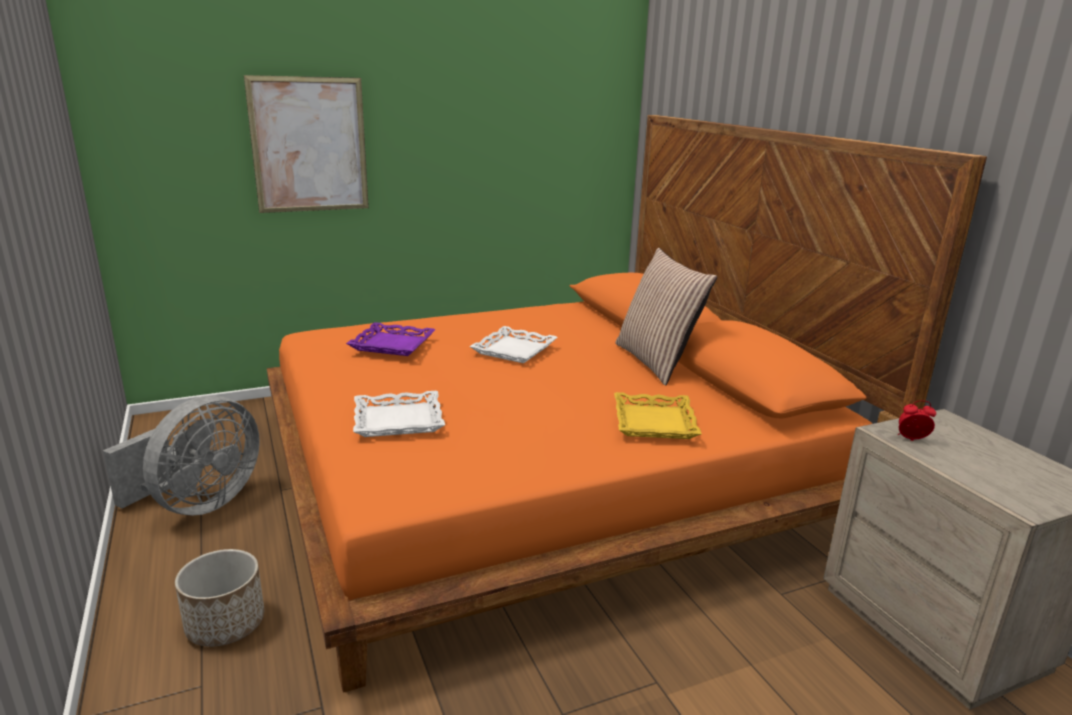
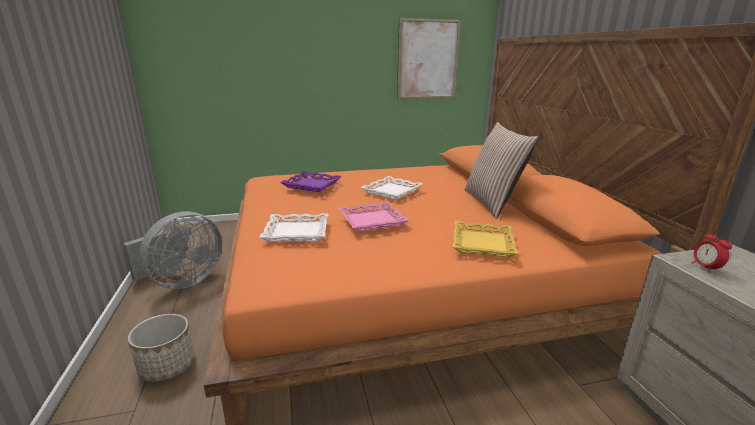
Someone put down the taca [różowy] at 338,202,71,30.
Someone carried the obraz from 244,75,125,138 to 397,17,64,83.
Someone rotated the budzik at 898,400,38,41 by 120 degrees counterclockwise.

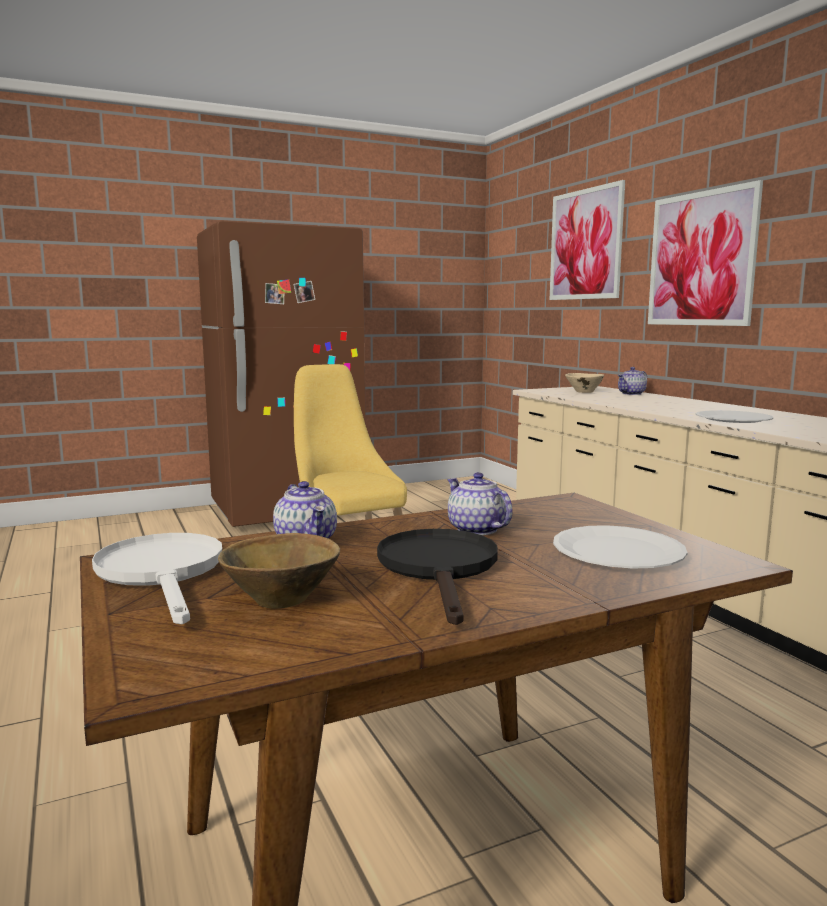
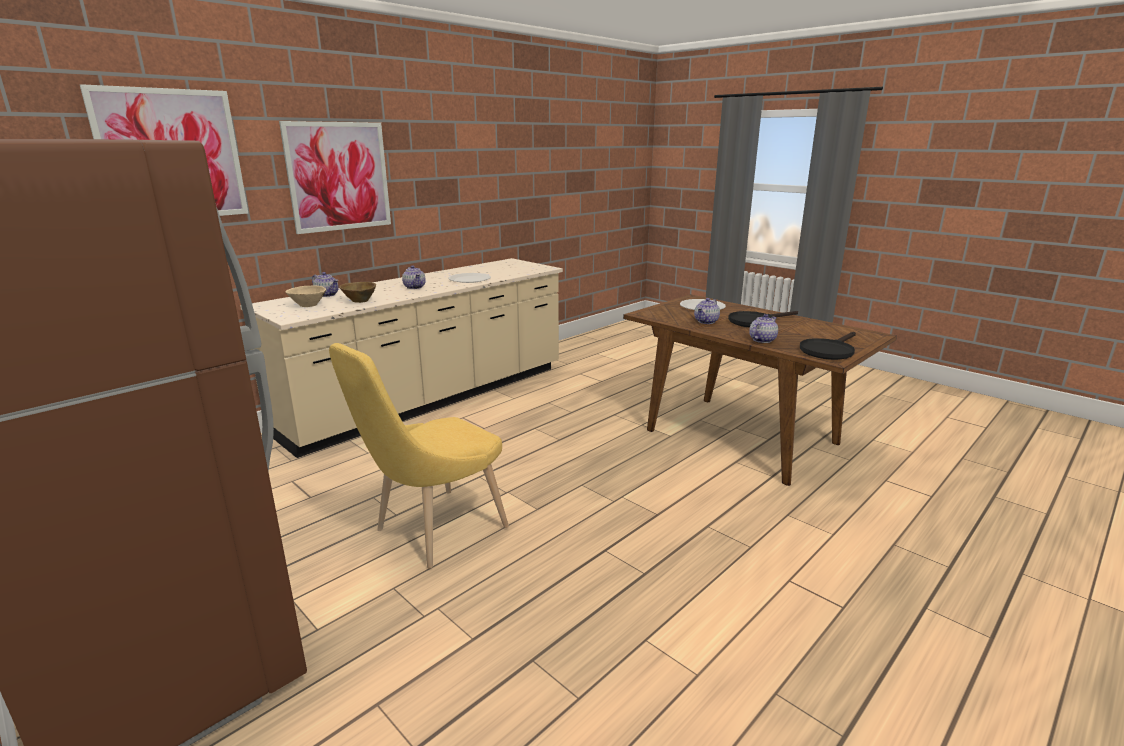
Someone put down the imbryk at 402,265,24,24.
Someone carried the miska [brązowy] from 218,533,122,76 to 339,282,37,21.
Someone repainted the patelnia [biały] at 92,533,130,91, which became the patelnia [czarny] at 800,332,56,28.

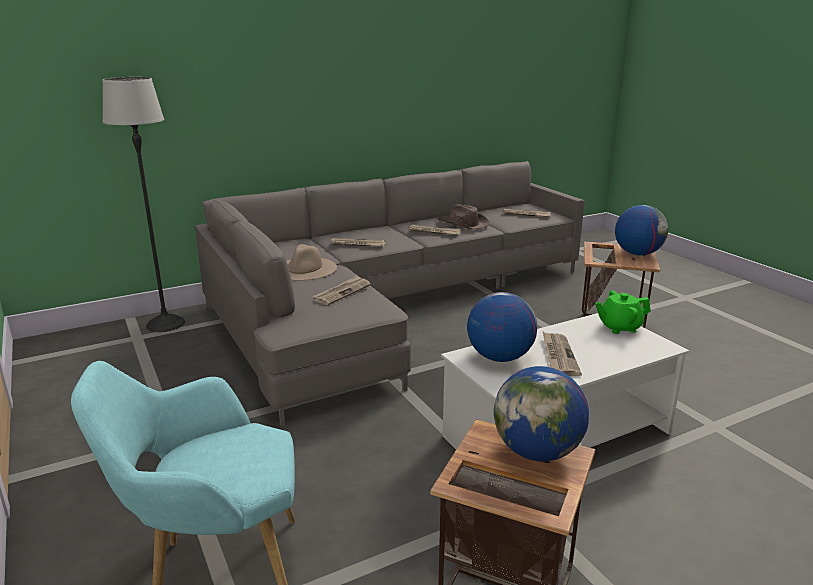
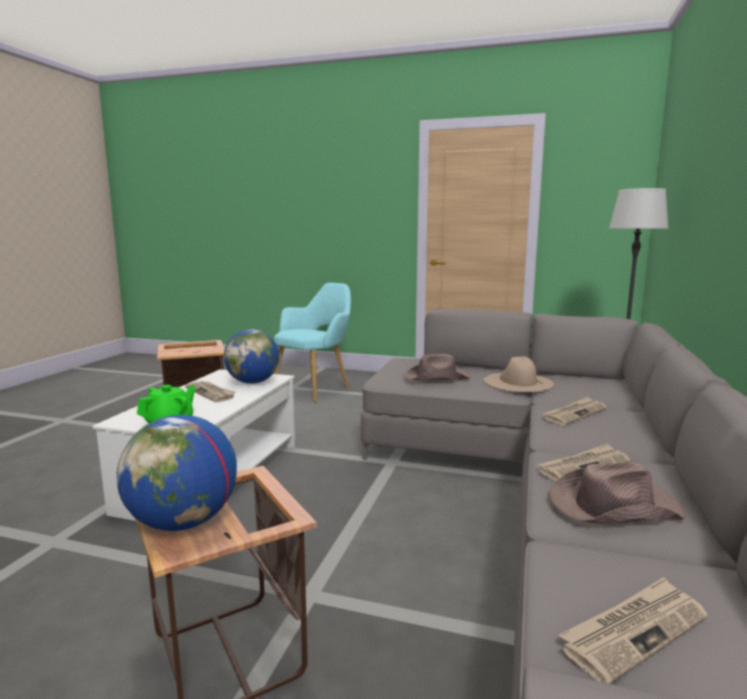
Someone took away the globus at 494,366,95,95.
Someone swapped the gazeta at 313,275,58,30 for the kapelusz [brązowy] at 403,354,68,26.

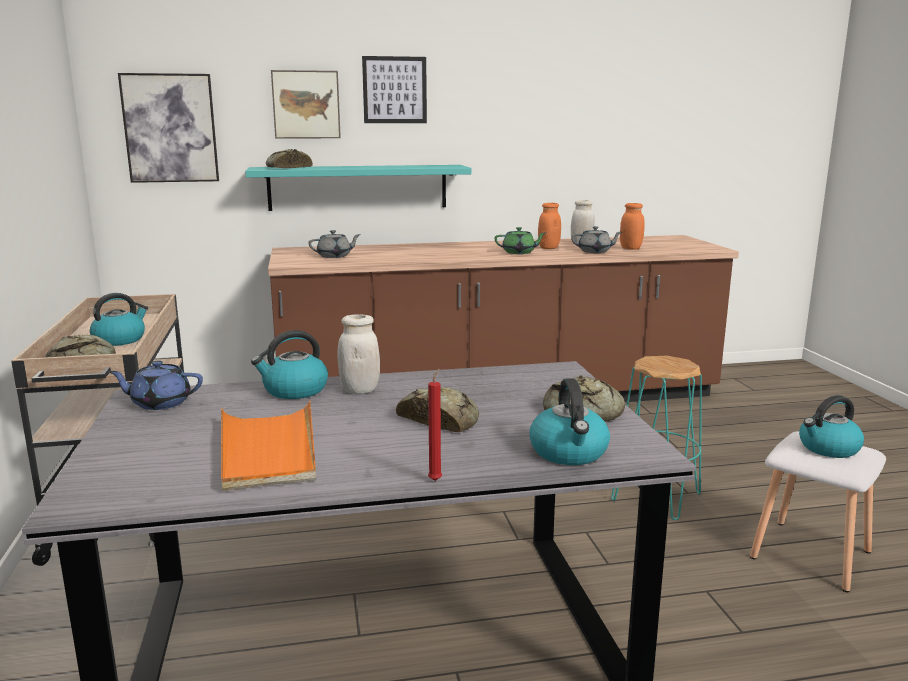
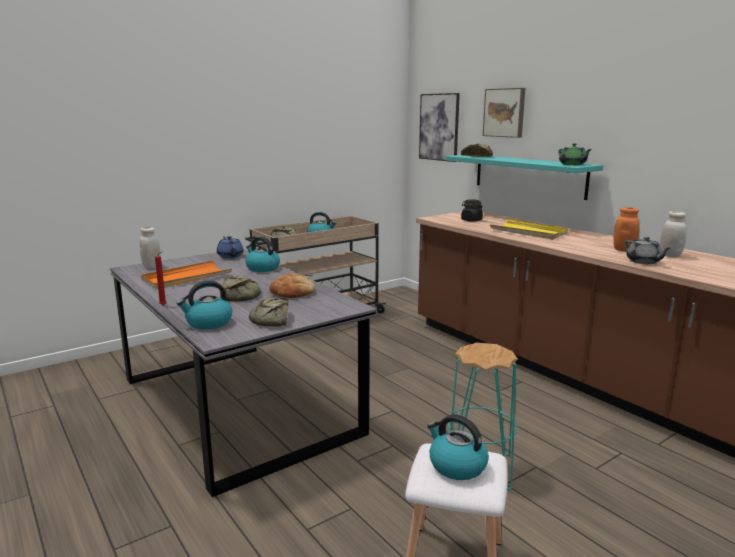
Someone took away the obraz at 362,56,65,67.
Someone took away the słoik [pomarańczowy] at 620,203,25,47.
Someone put down the chleb at 269,273,46,25.
Someone put down the taca [żółty] at 490,219,78,21.
Someone carried the słoik [biały] from 338,314,42,80 to 140,227,21,41.
Someone carried the imbryk [zielony] from 495,227,50,27 to 558,143,34,22.
Someone swapped the imbryk [szary] at 308,230,53,28 for the słoik [czarny] at 461,199,22,23.

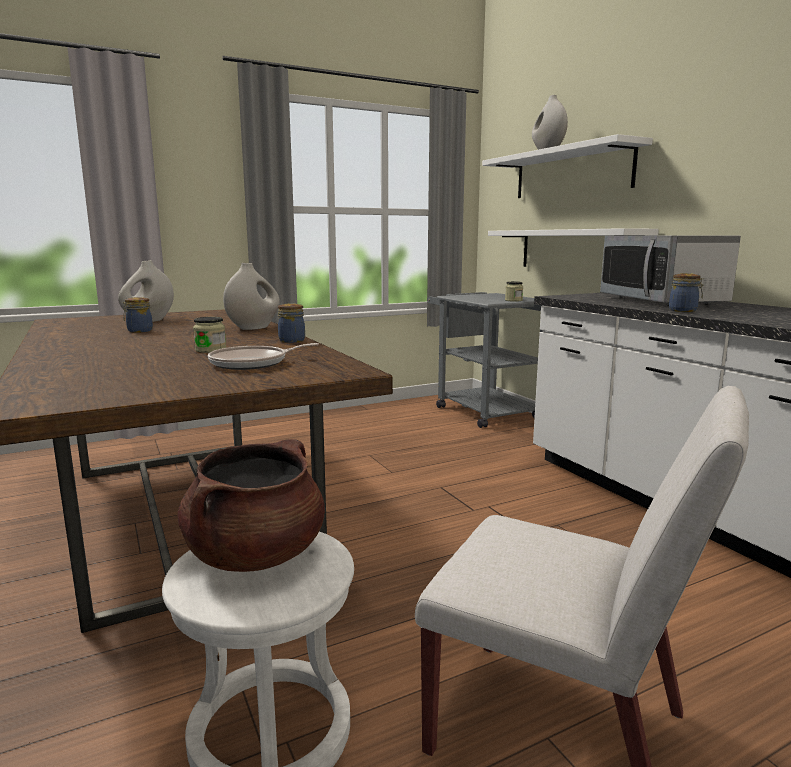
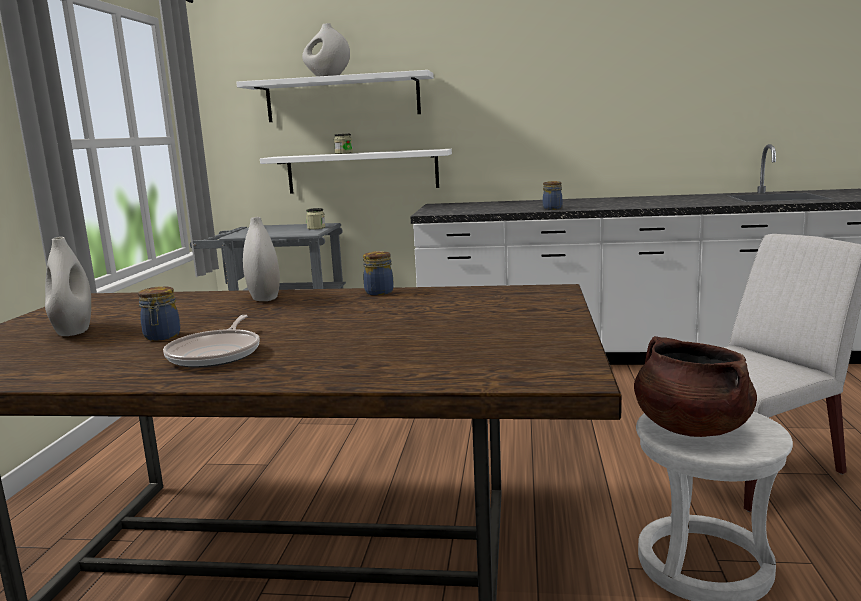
Someone took away the mikrofalówka at 600,235,141,71.
Someone carried the słoik from 193,317,33,36 to 334,134,19,20.
Someone carried the patelnia from 208,343,111,27 to 163,315,97,53.

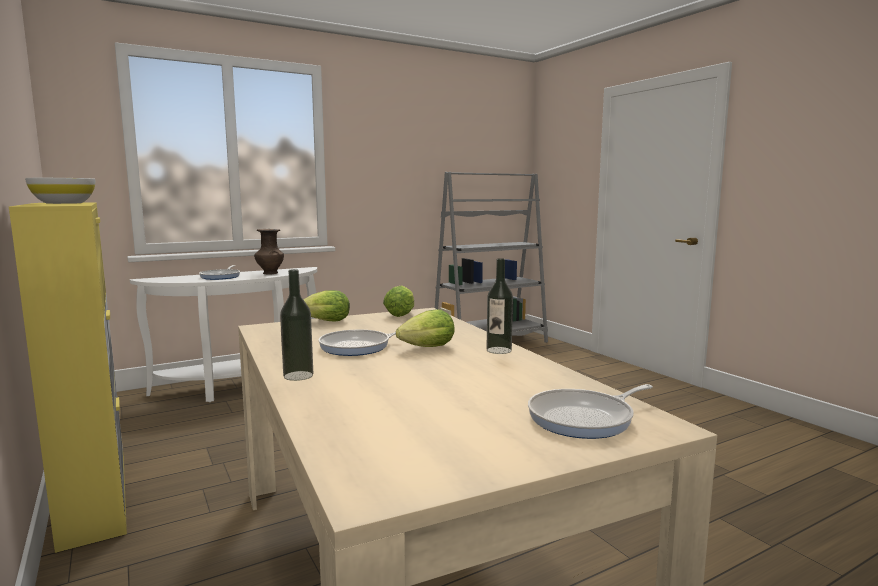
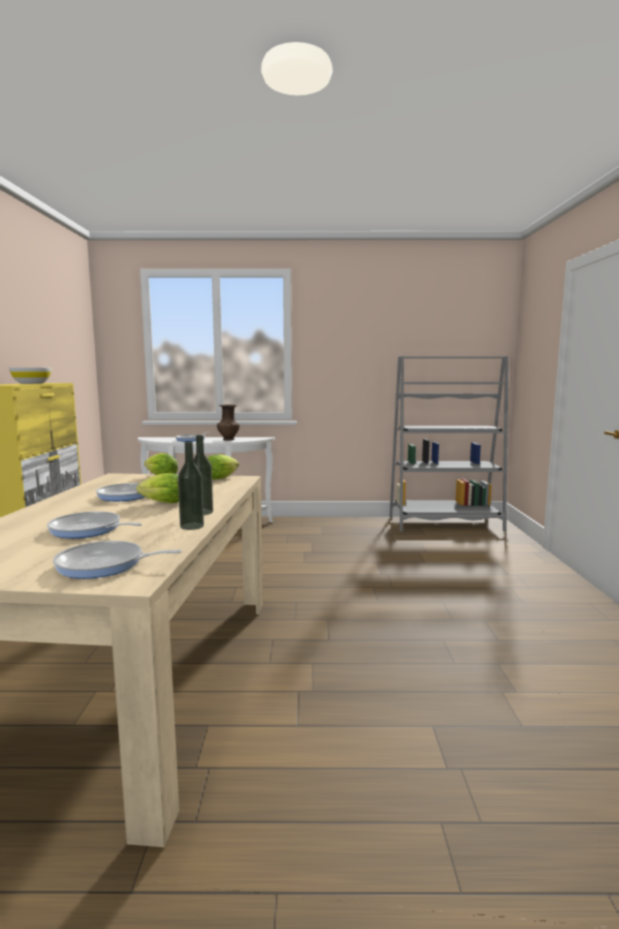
Someone put down the patelnia at 47,511,95,27.
Someone carried the butelka from 280,269,33,112 to 178,441,26,89.

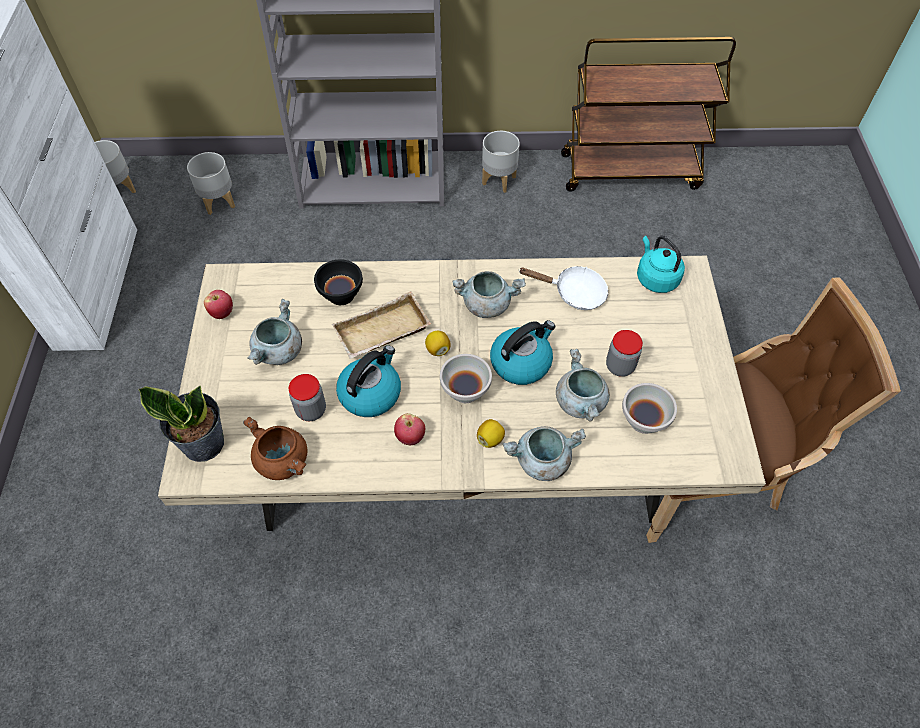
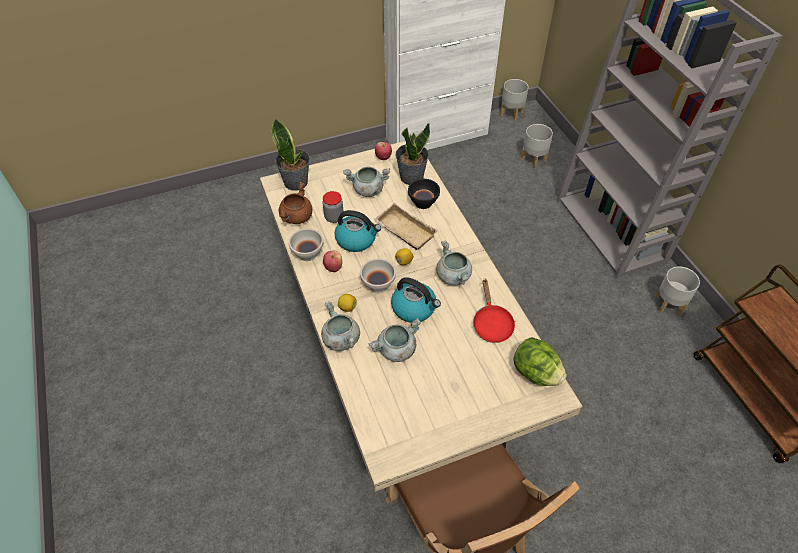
Someone took away the słoik at 606,330,37,47.
Someone put down the roślina doniczkowa at 395,123,35,62.
Someone carried the miska [biały] from 622,383,55,51 to 289,228,34,33.
Someone swapped the czajnik [turkusowy] at 637,236,48,57 for the sałata at 513,337,54,49.
Someone repainted the patelnia [biały] at 518,266,90,44, which became the patelnia [czerwony] at 473,278,42,65.

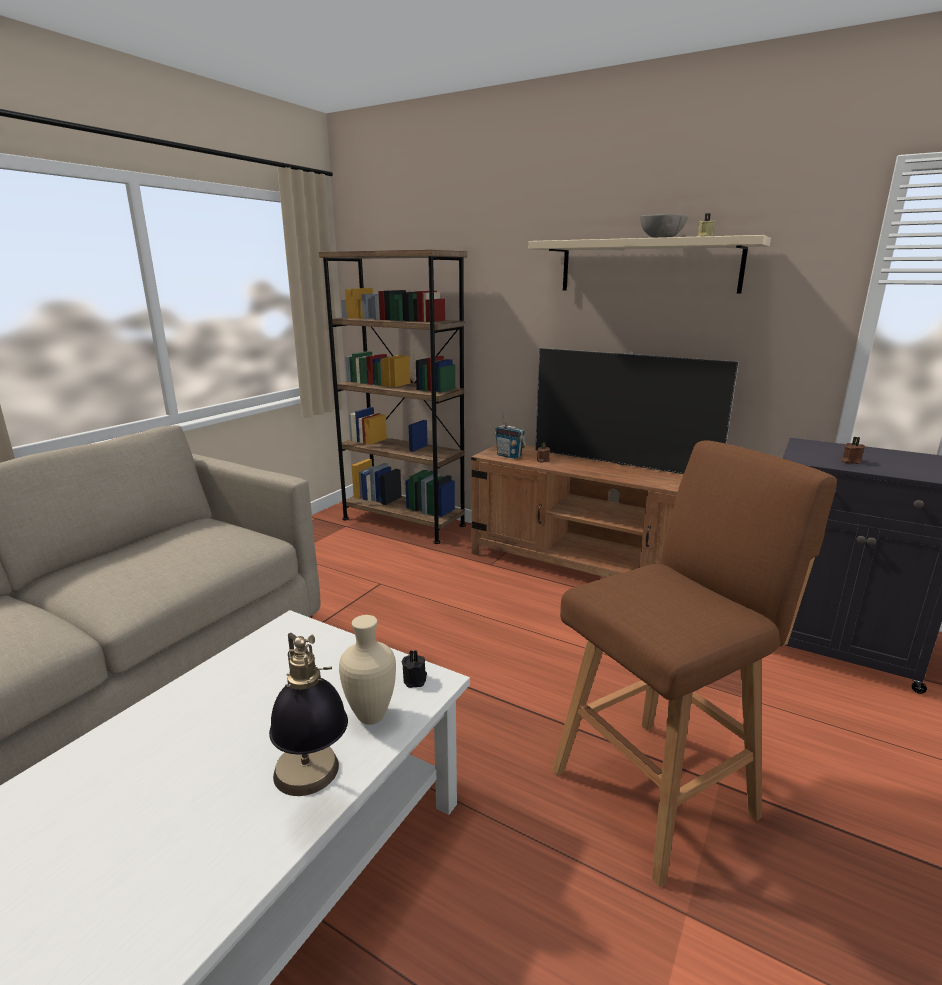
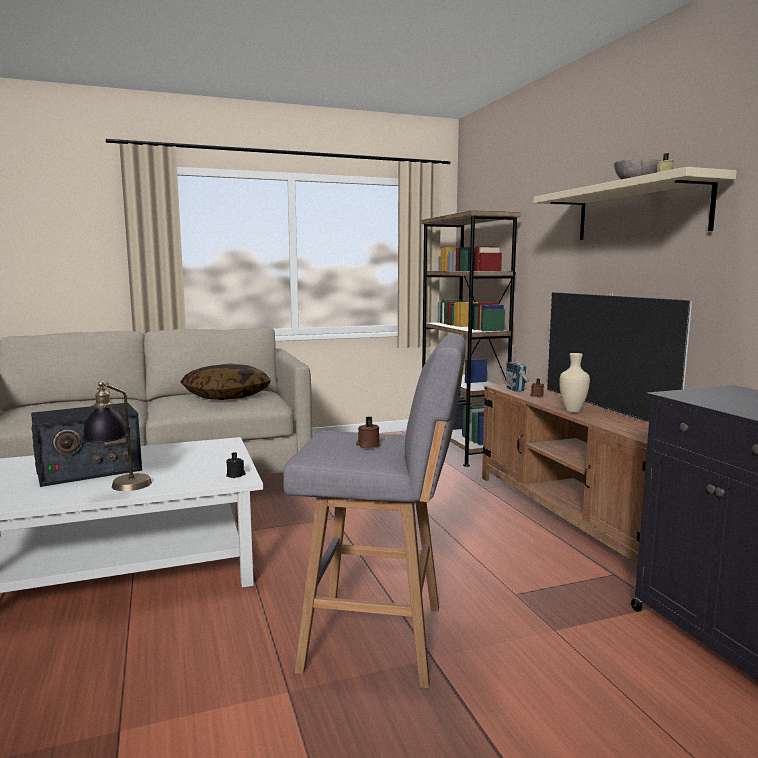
Someone put down the radio at 31,403,111,84.
Someone put down the poduszka at 181,364,90,36.
Someone carried the wazon [beżowy] from 339,615,57,110 to 559,353,31,60.
Someone carried the świeca [brązowy] from 841,437,25,27 to 356,417,24,31.
Someone repainted the stołek [brązowy] at 552,440,285,447, which became the stołek [szary] at 283,333,183,355.

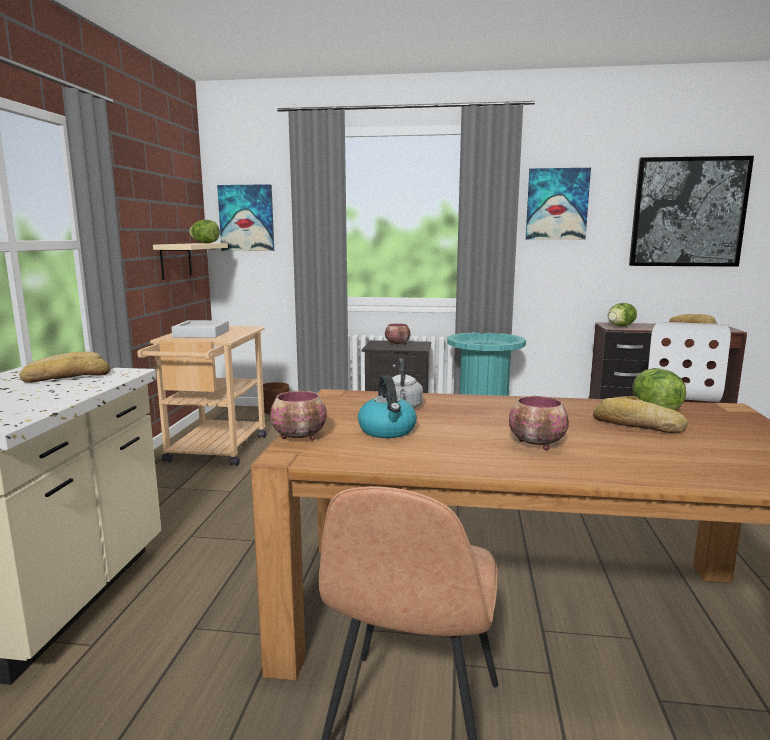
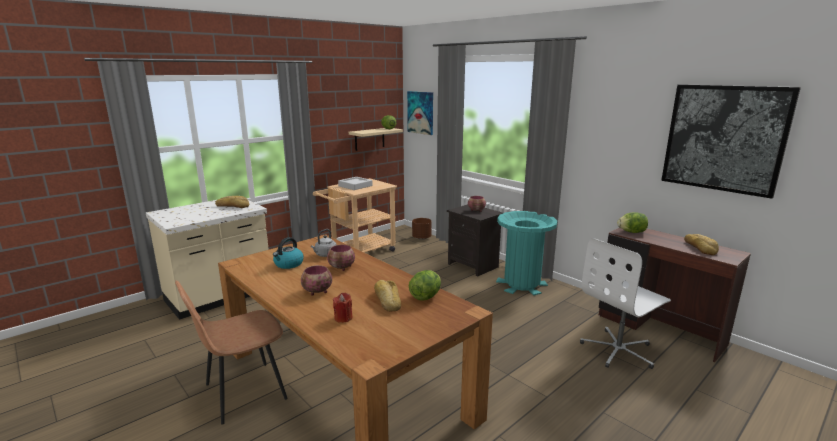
Someone took away the obraz at 526,168,65,72.
Someone put down the świeca [czerwony] at 333,293,20,30.
Someone carried the miska from 270,391,57,49 to 327,245,28,26.

